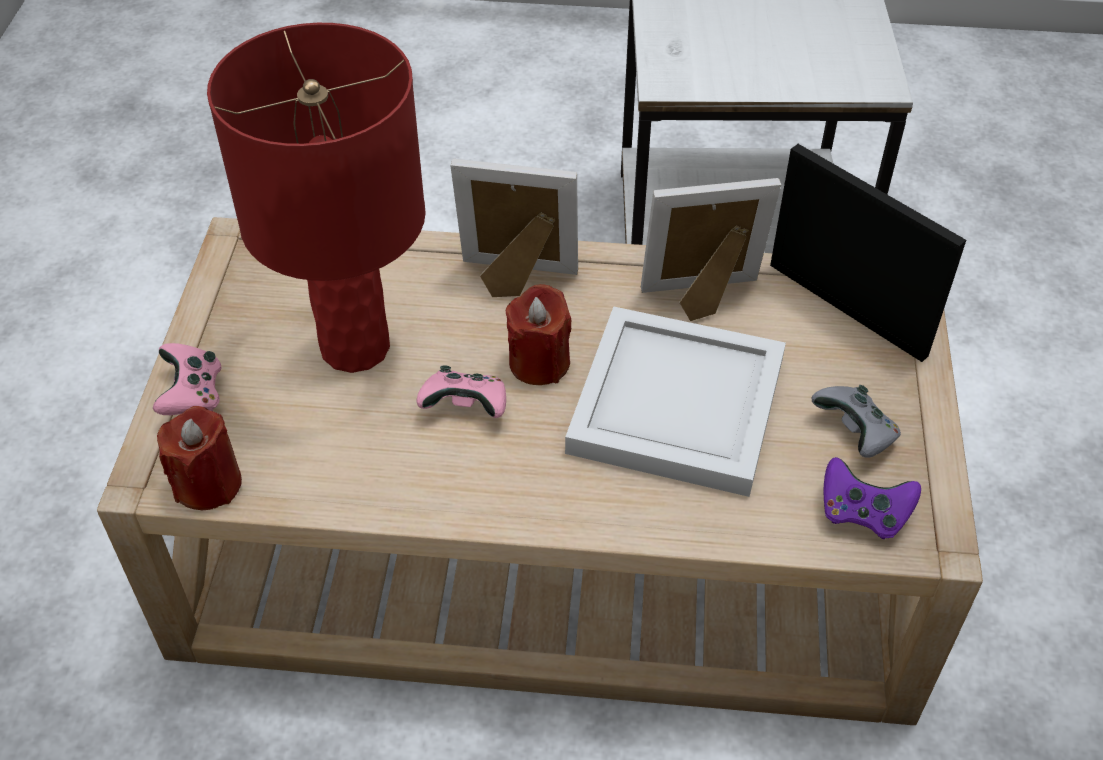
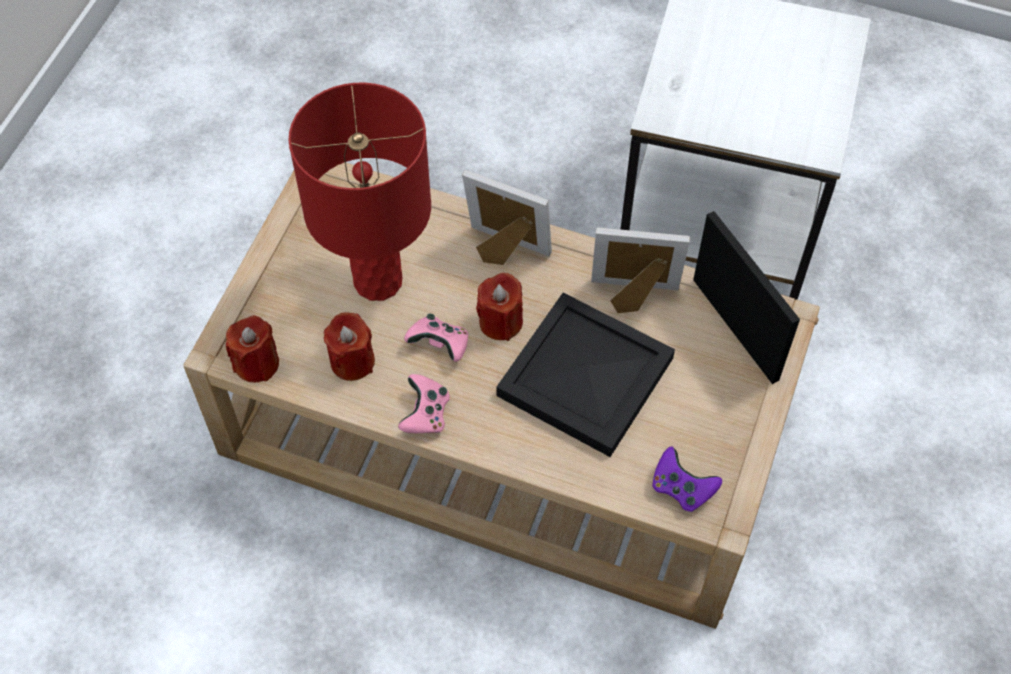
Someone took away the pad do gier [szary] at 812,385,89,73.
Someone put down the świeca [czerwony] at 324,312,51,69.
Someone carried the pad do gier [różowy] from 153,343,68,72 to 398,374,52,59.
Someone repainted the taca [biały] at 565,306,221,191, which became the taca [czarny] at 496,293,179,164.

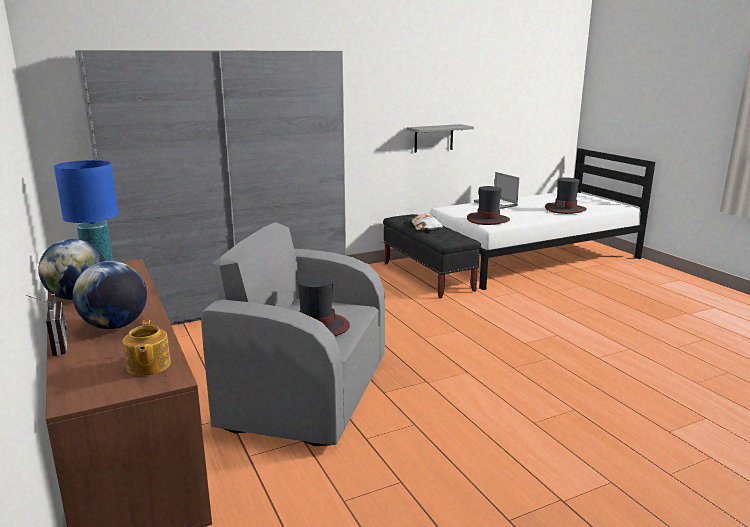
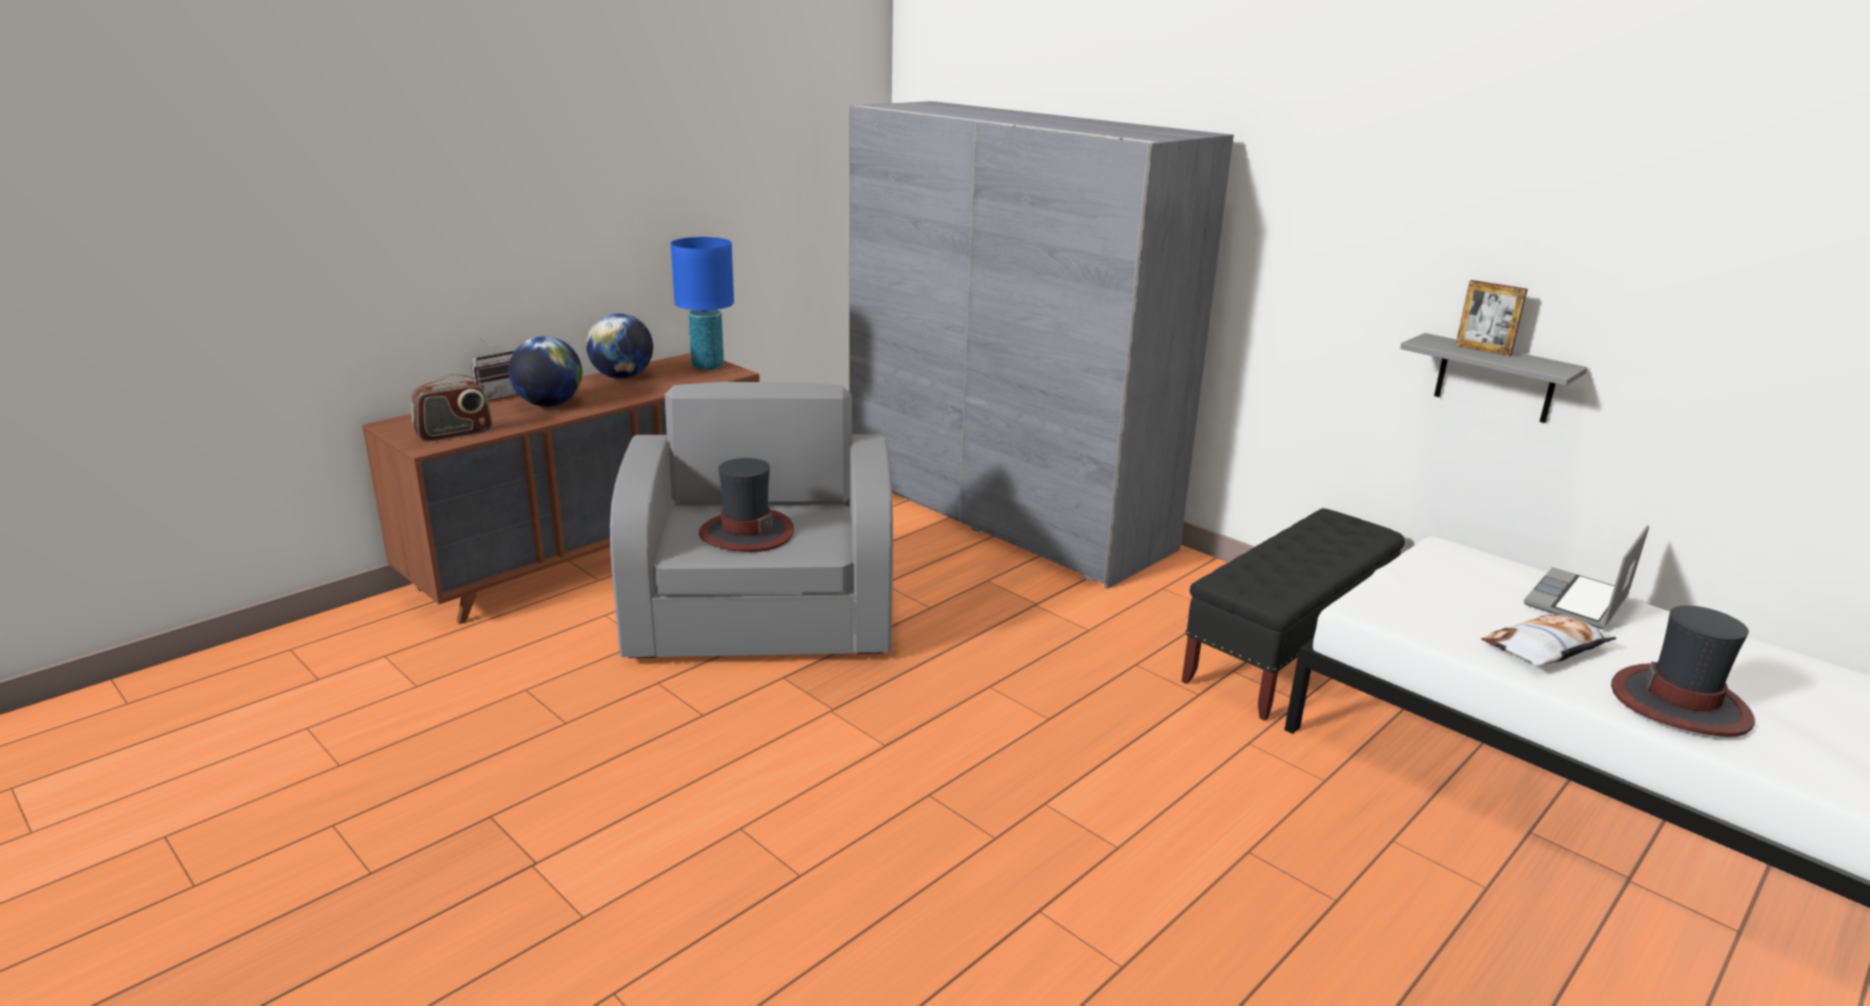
Someone took away the kapelusz at 467,186,43,39.
Someone put down the ramka na zdjęcie at 1455,280,73,76.
Someone carried the poduszka from 410,214,33,16 to 1481,614,135,52.
Someone swapped the imbryk at 123,320,48,56 for the radio at 411,374,81,68.

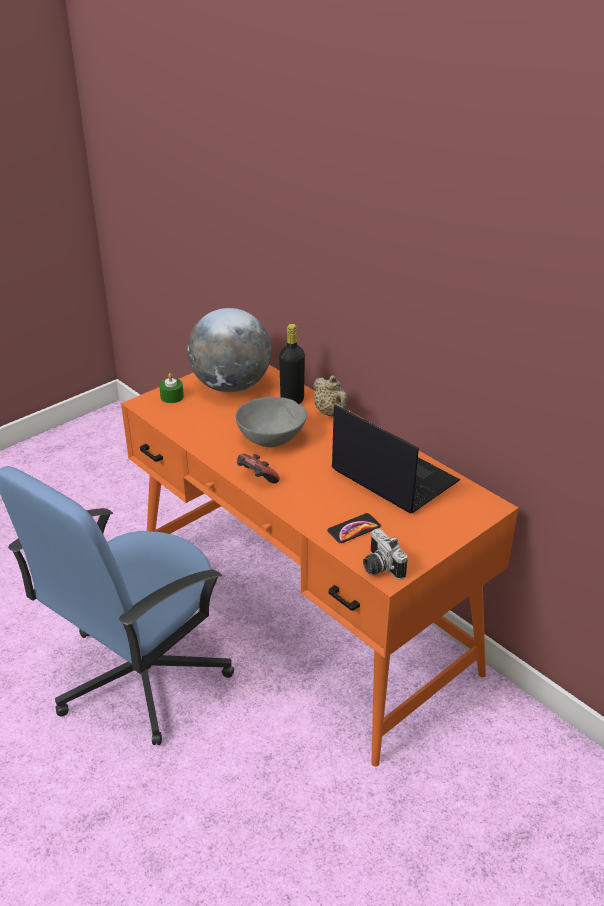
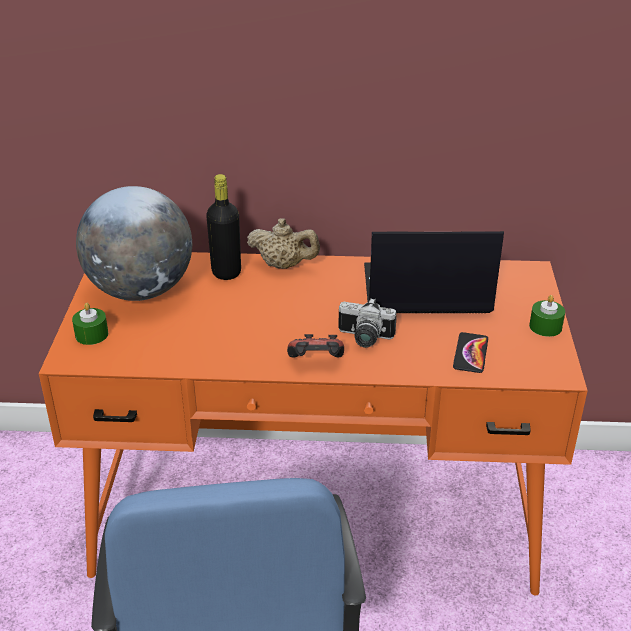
Someone took away the miska [szary] at 236,397,71,50.
Someone put down the świeca [zielony] at 529,295,36,42.
Someone carried the aparat fotograficzny from 363,528,45,52 to 339,298,57,50.

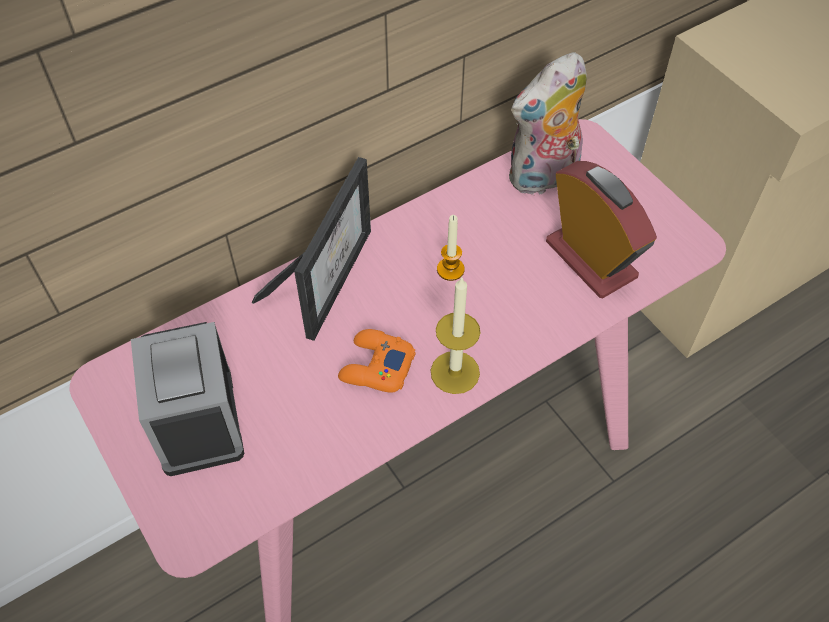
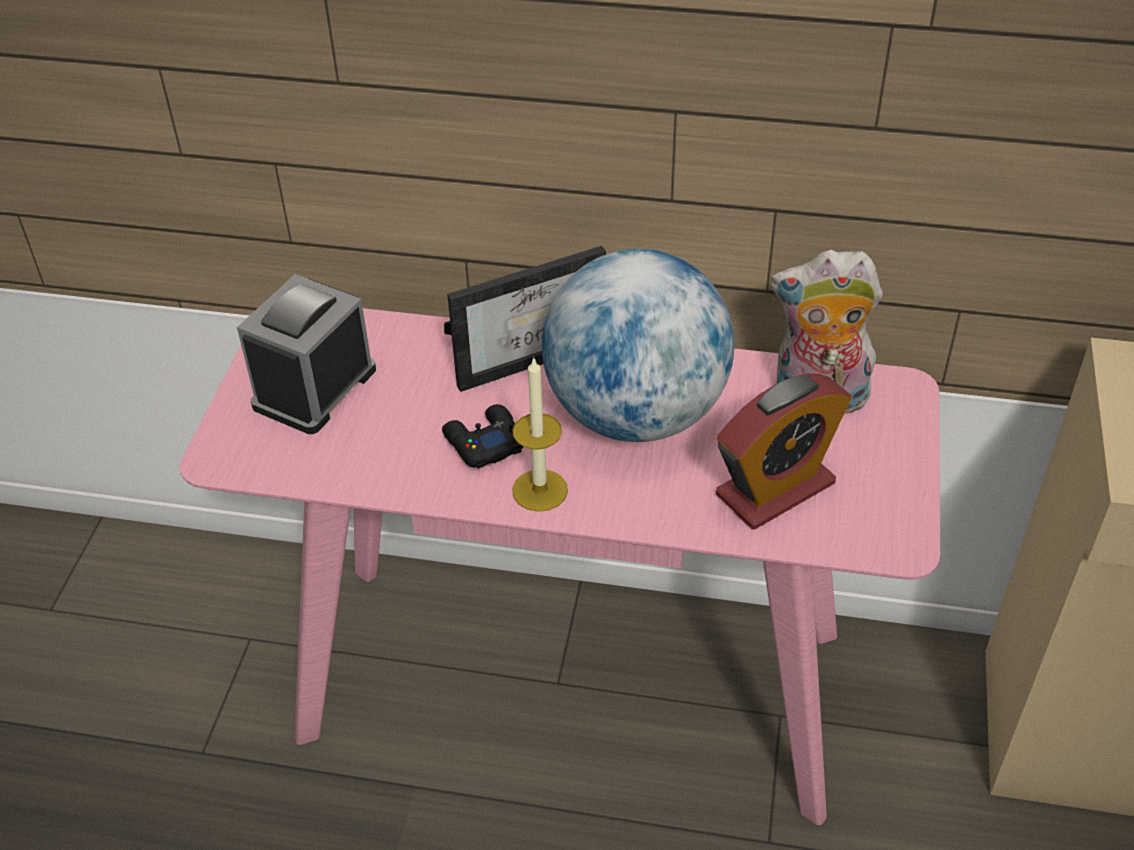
Someone swapped the świeca at 437,215,28,66 for the globus at 542,249,192,193.
Someone repainted the pad do gier [pomarańczowy] at 338,329,78,64, which became the pad do gier [czarny] at 442,404,81,65.
Someone rotated the budzik at 546,161,111,137 by 45 degrees clockwise.

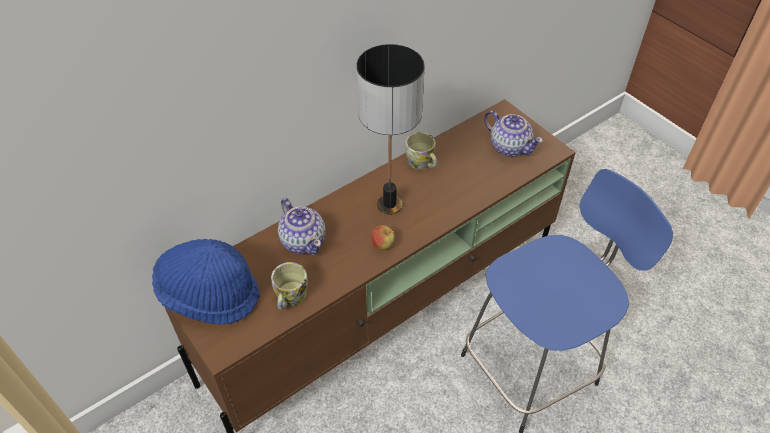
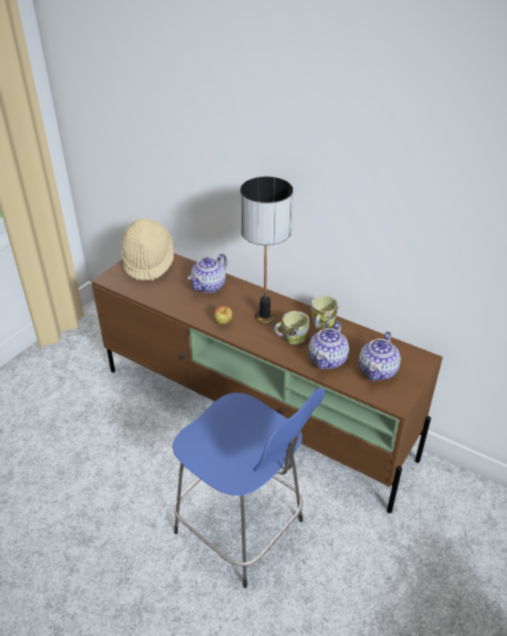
Someone put down the imbryk at 309,321,40,49.
Someone carried the kubek from 271,262,37,48 to 274,311,35,34.
Someone repainted the kapelusz [niebieski] at 152,239,108,86, which became the kapelusz [beżowy] at 121,218,53,63.

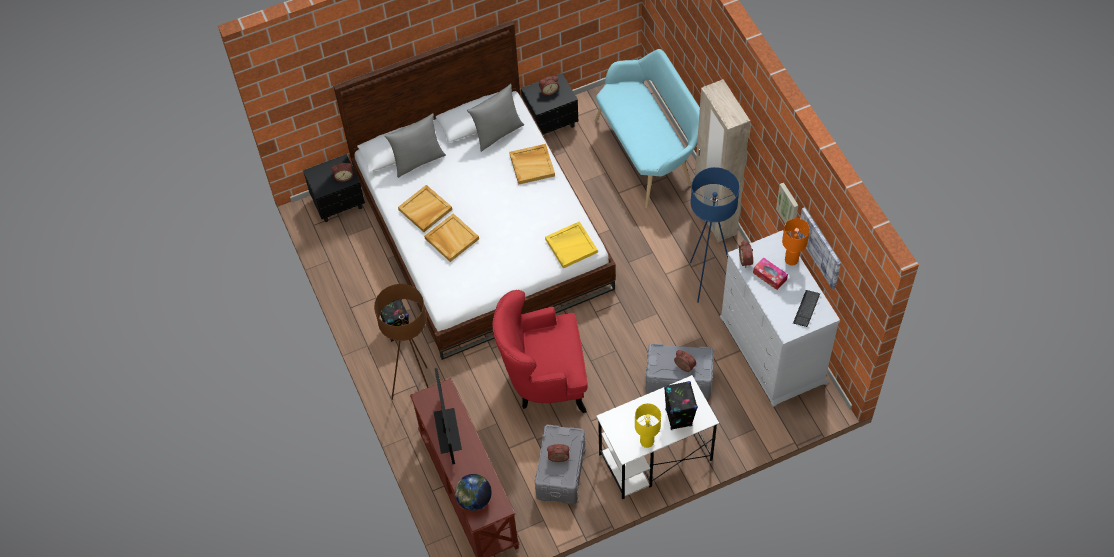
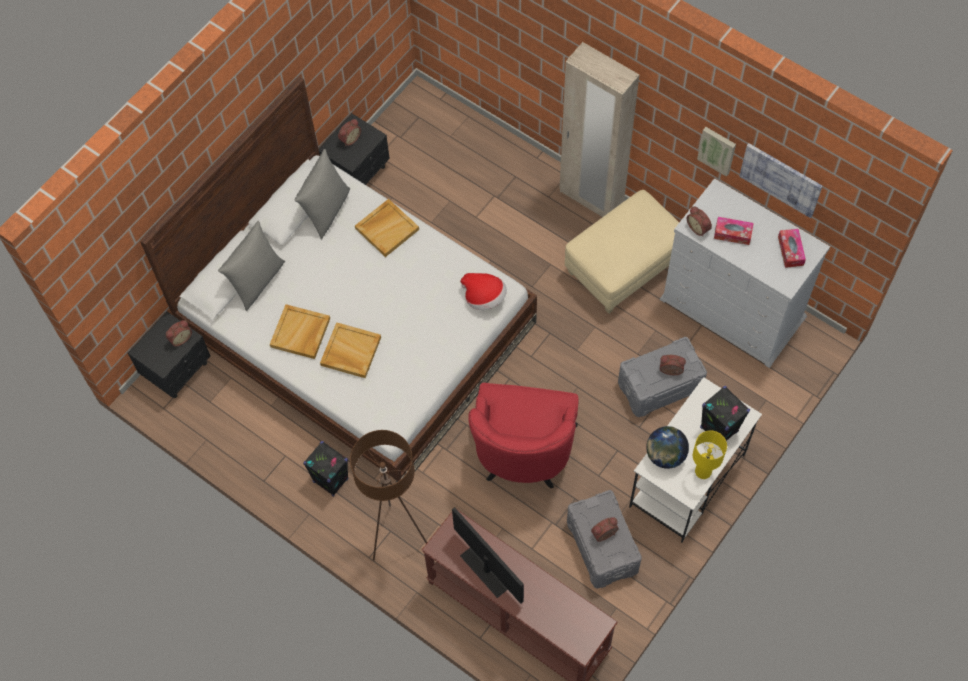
Someone took away the ławka [turkusowy] at 595,49,105,159.
Someone took away the lampa stołowa [pomarańczowy] at 782,218,28,47.
Someone carried the globus from 455,474,37,37 to 646,426,43,43.
Someone swapped the taca [żółty] at 545,221,53,47 for the kapelusz at 460,273,47,37.
Someone swapped the lampa stojąca [niebieski] at 690,167,50,136 for the pufa [beżowy] at 565,190,114,124.
Someone swapped the klawiatura at 793,290,27,37 for the pudełko chusteczek at 778,229,28,39.
Someone rotated the fotel [czerwony] at 492,290,96,123 by 45 degrees counterclockwise.

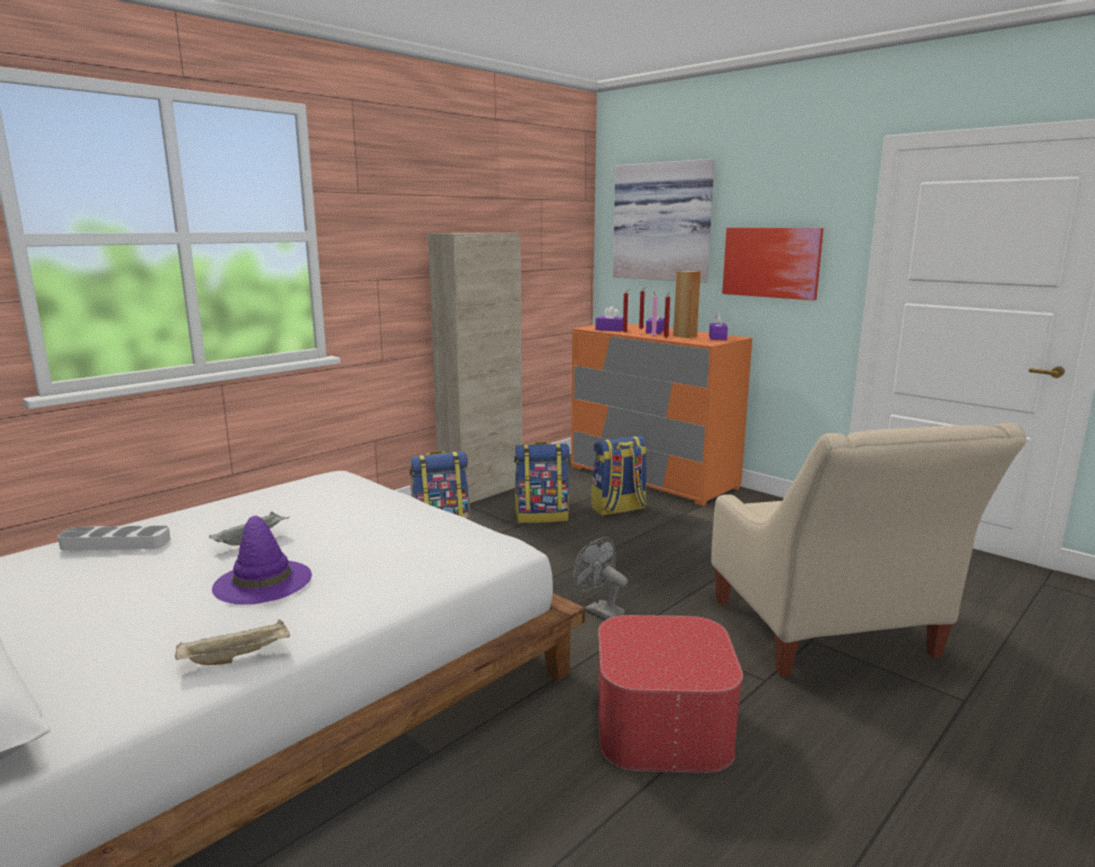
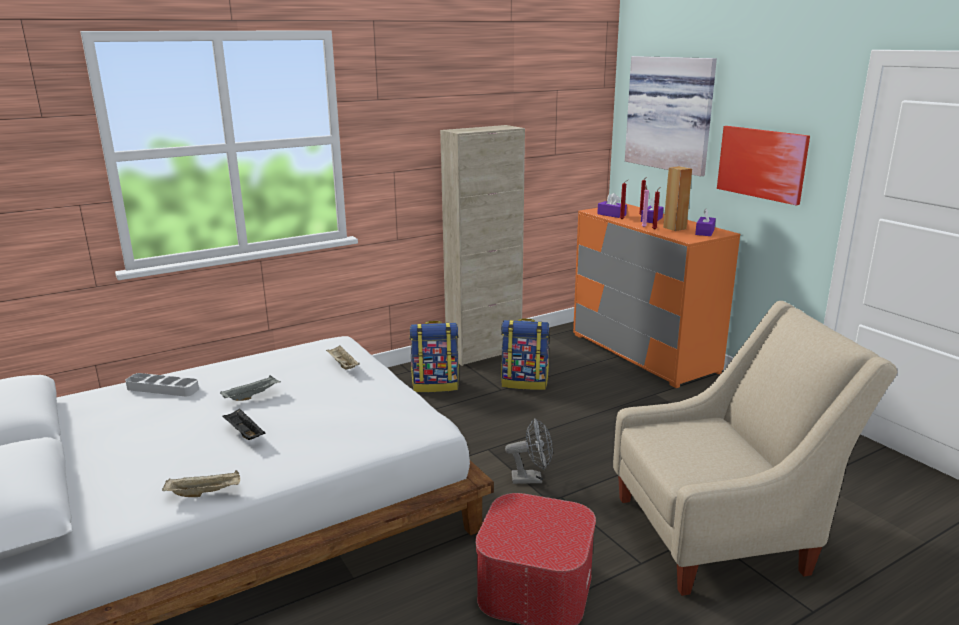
Someone took away the plecak at 591,436,57,80.
Someone put down the taca [beżowy] at 326,346,34,24.
Someone swapped the kapelusz [fioletowy] at 212,516,100,89 for the taca [czarny] at 222,408,43,32.
Someone rotated the wentylator [szary] at 573,537,55,82 by 120 degrees clockwise.
Someone rotated the fotel [beżowy] at 711,423,316,254 by 105 degrees counterclockwise.

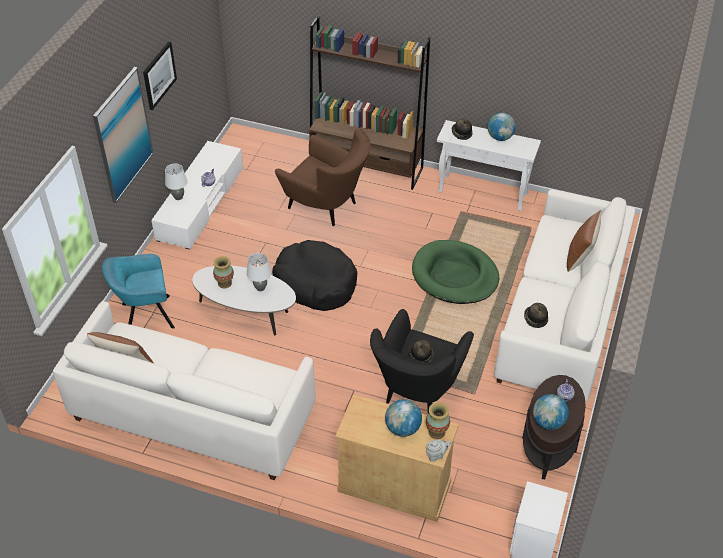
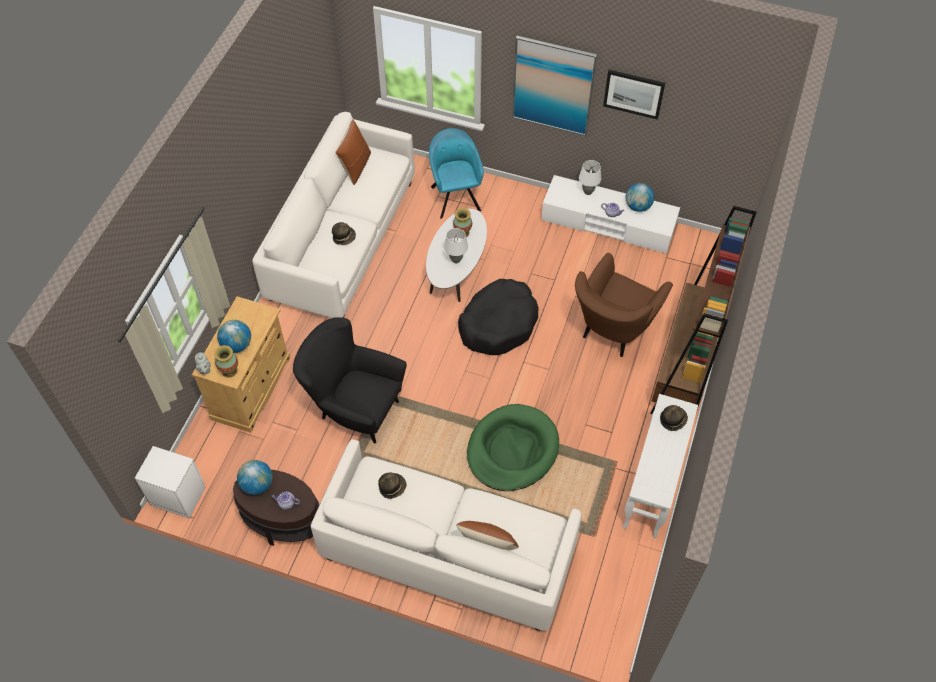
Someone carried the kapelusz from 409,340,25,23 to 332,222,24,23.
Someone carried the globus from 487,113,29,28 to 626,183,28,29.

